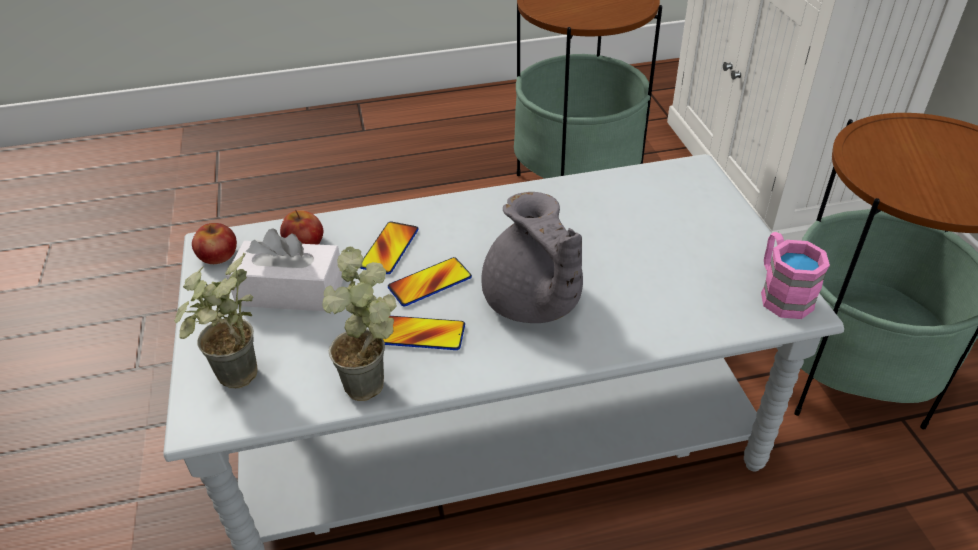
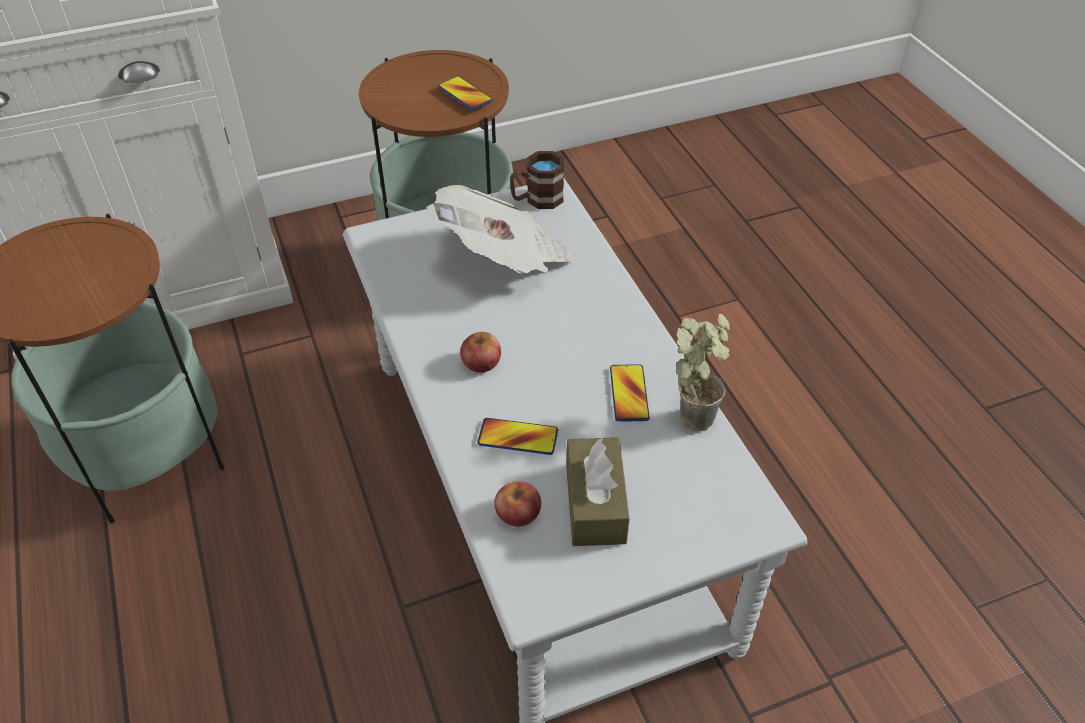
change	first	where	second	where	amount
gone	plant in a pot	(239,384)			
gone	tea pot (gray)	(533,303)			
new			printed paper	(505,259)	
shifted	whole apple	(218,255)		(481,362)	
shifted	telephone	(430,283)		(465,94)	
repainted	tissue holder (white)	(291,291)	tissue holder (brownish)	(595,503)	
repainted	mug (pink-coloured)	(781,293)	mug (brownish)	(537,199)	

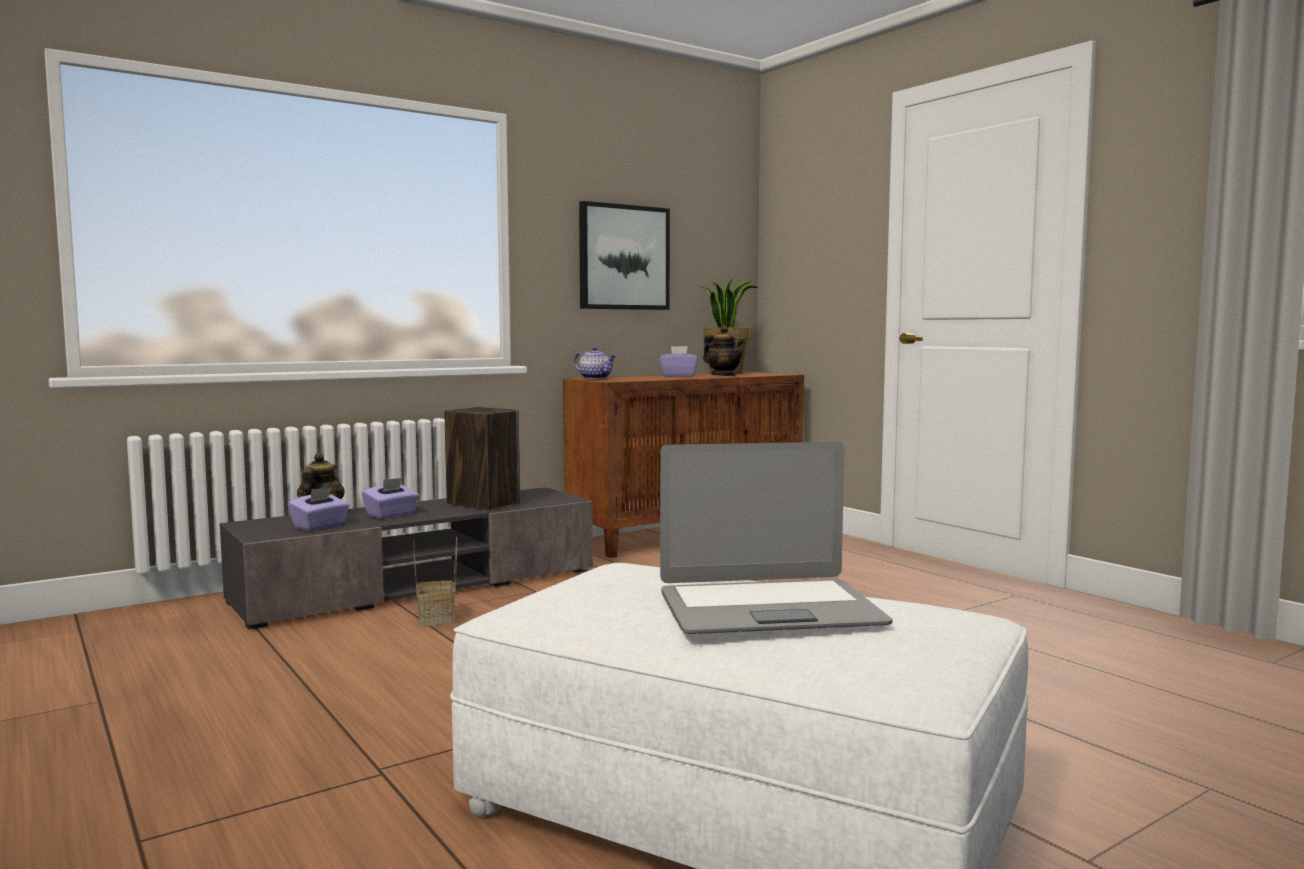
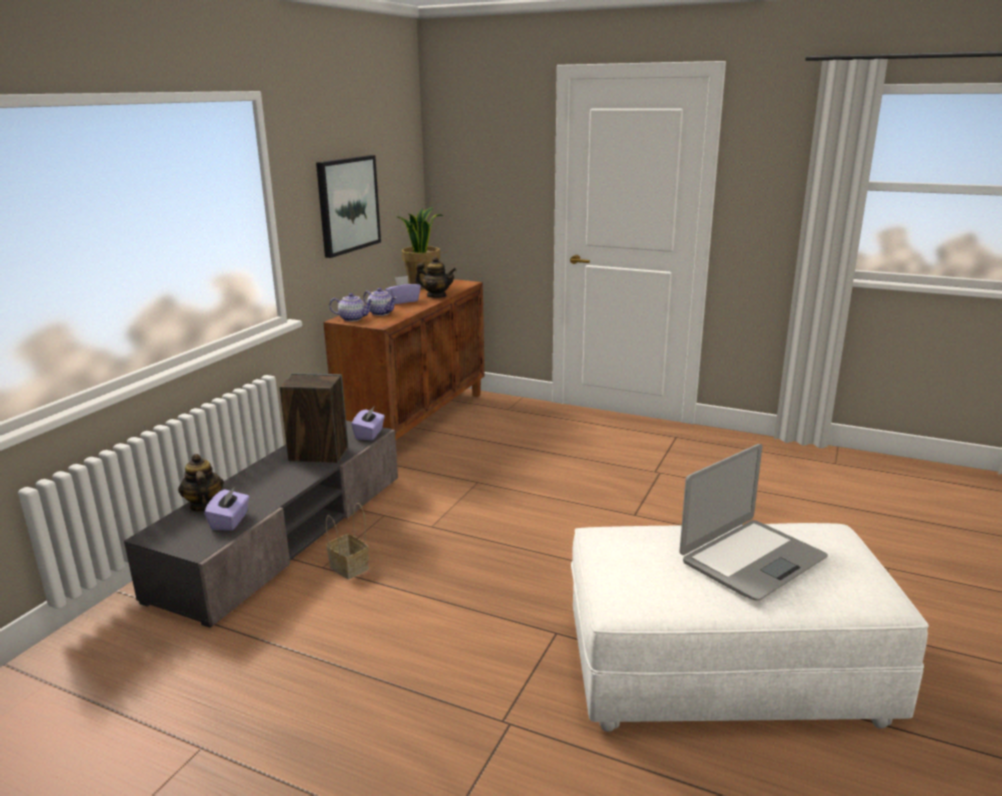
change	first	where	second	where	amount
new			tea pot	(381,313)	
shifted	tissue holder (purplish)	(391,515)		(369,434)	

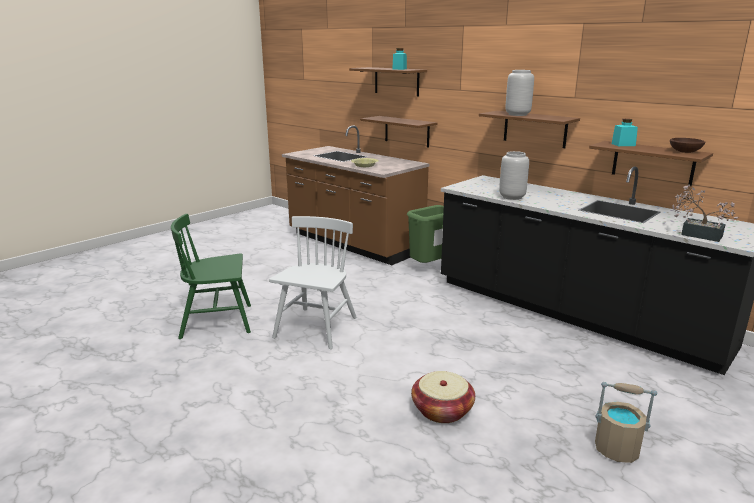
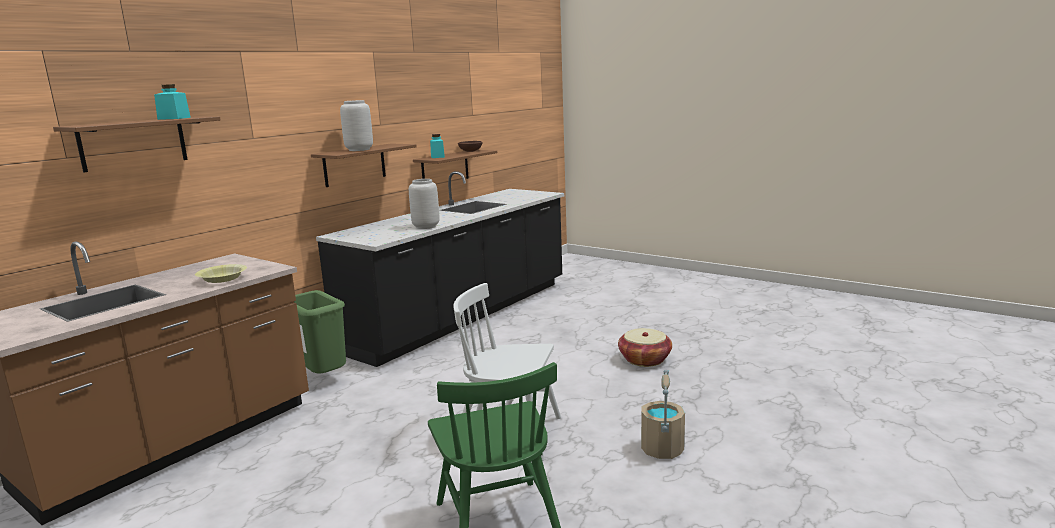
change	first	where	second	where	amount
gone	shelf (brownish)	(407,131)			
gone	plant in a pot	(696,234)			
shifted	bucket (beige-coloured)	(616,449)		(662,449)	

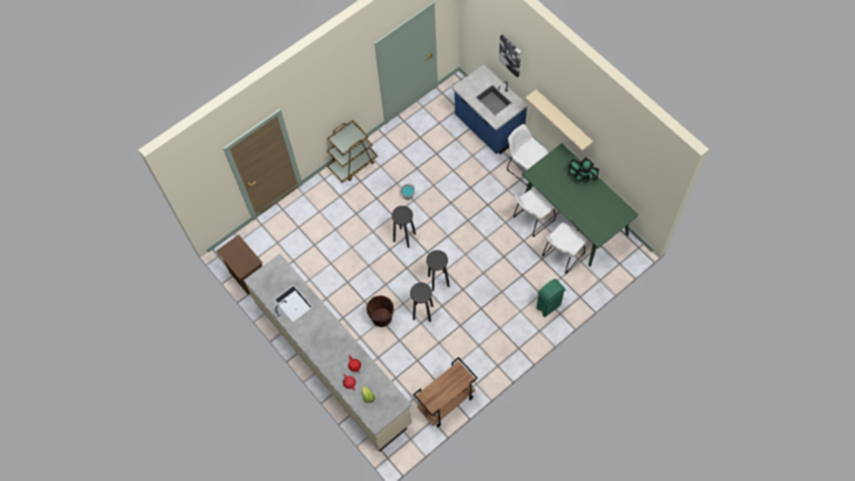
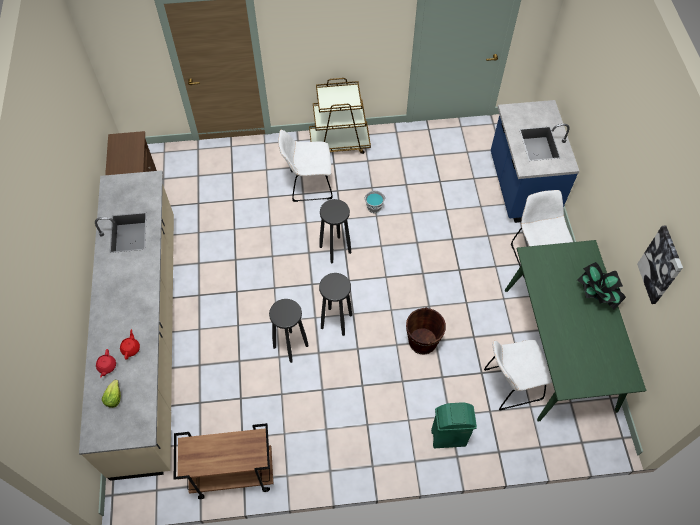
change	first	where	second	where	amount
gone	shelf (beige-coloured)	(563,119)			
shifted	bucket (brownish)	(381,318)		(422,341)	
shifted	picture	(510,55)		(661,265)	
shifted	plain chair (white)	(532,220)		(308,185)	

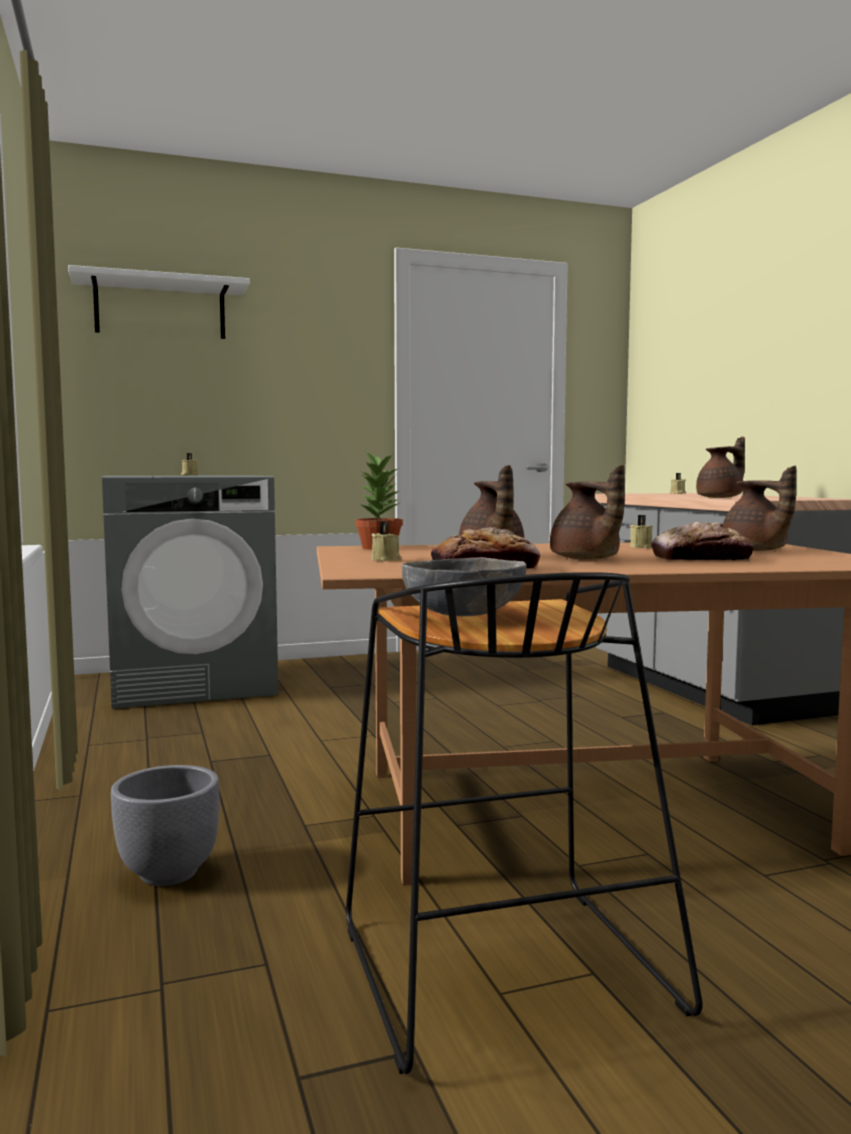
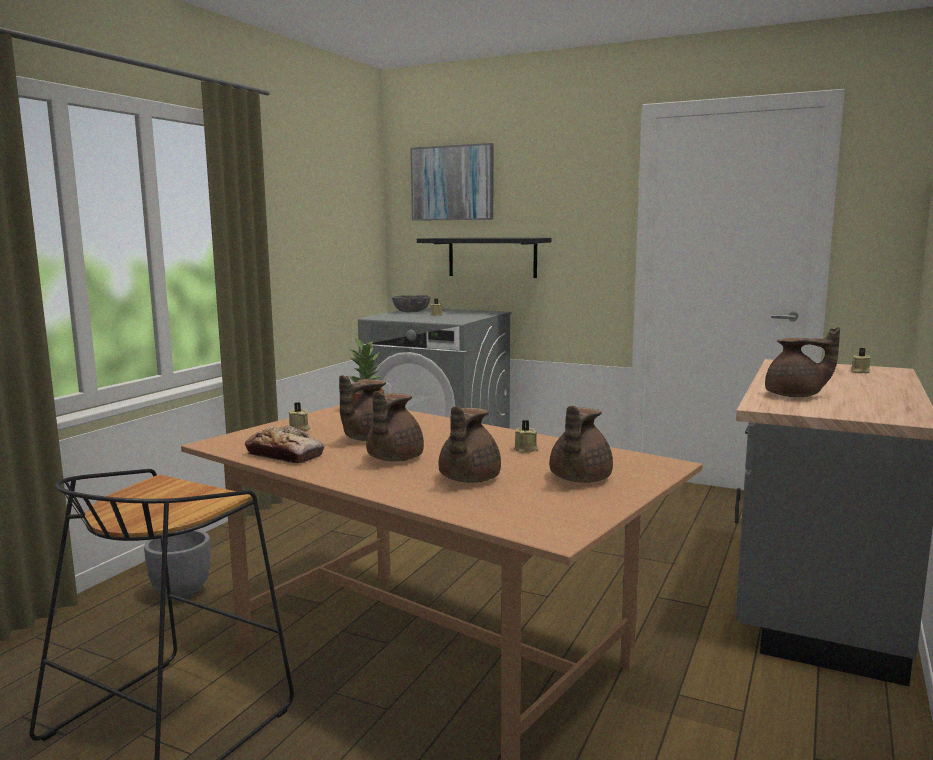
change	first	where	second	where	amount
new			shelf (black)	(492,257)	
shifted	serving bowl (gray)	(464,613)		(411,312)	
swapped	shelf (white)	(160,310)	picture	(452,183)	
swapped	baked bread	(701,558)	tea pot (brownish)	(467,479)	

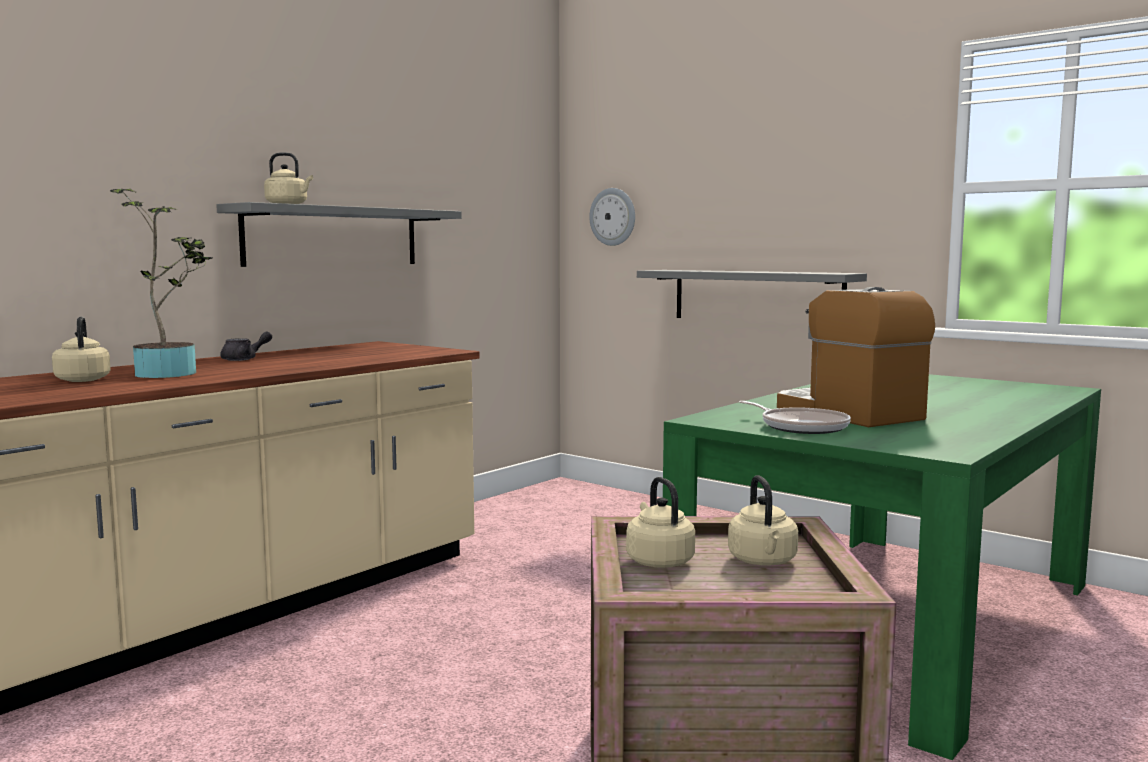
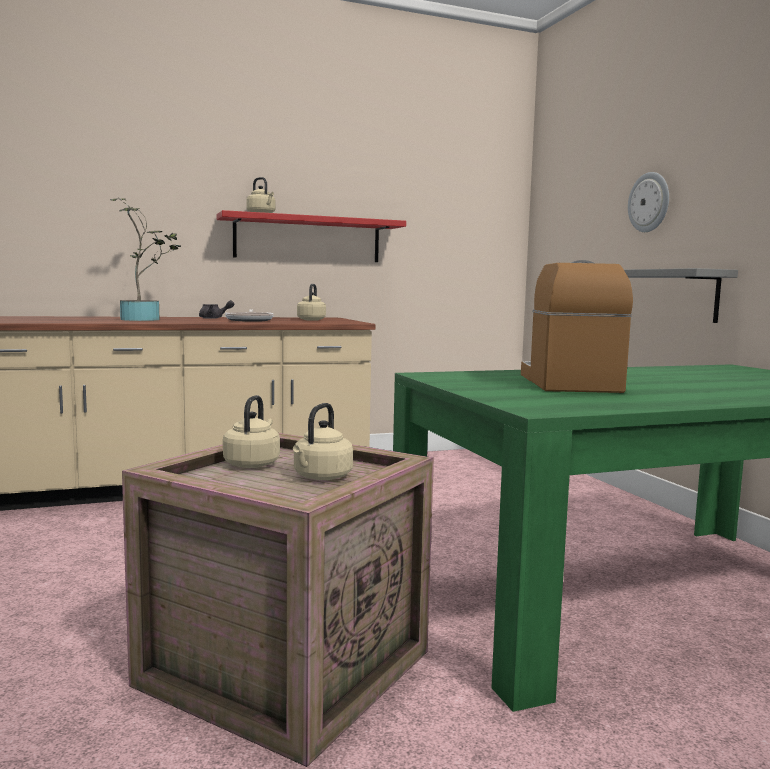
change	first	where	second	where	amount
shifted	tea kettle (beige-coloured)	(83,379)		(312,320)	
shifted	hanging clock	(613,217)		(649,202)	
shifted	skillet	(801,427)		(250,320)	
repainted	shelf (gray)	(333,236)	shelf (red)	(308,239)	

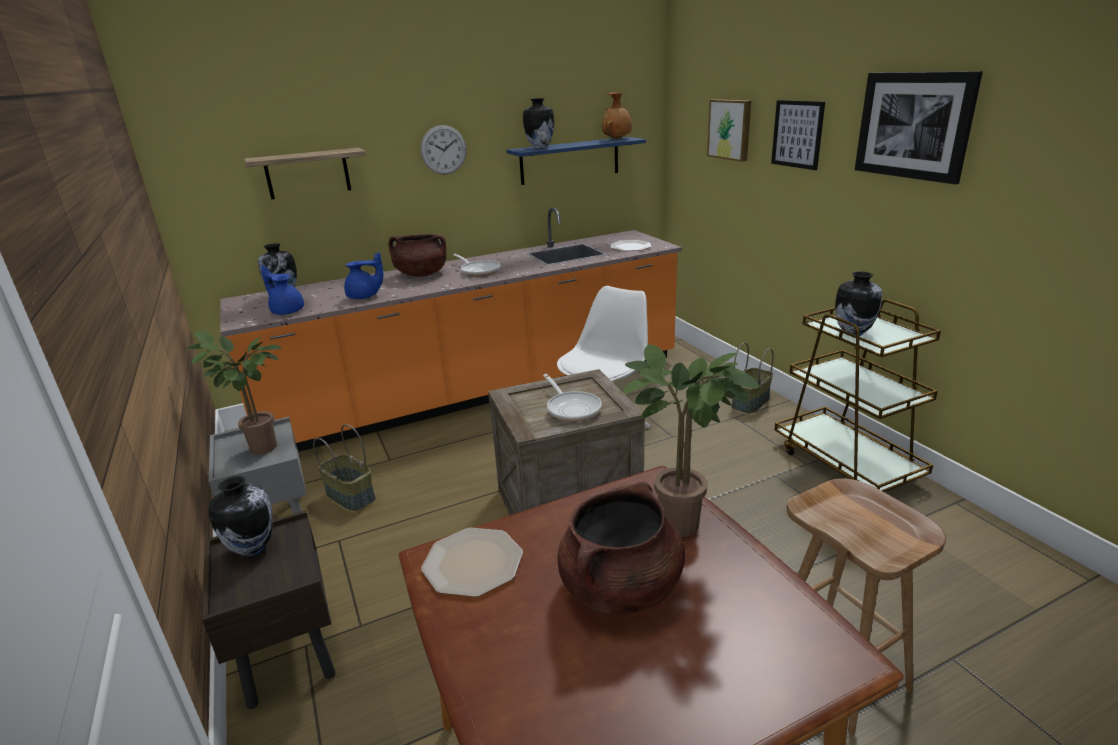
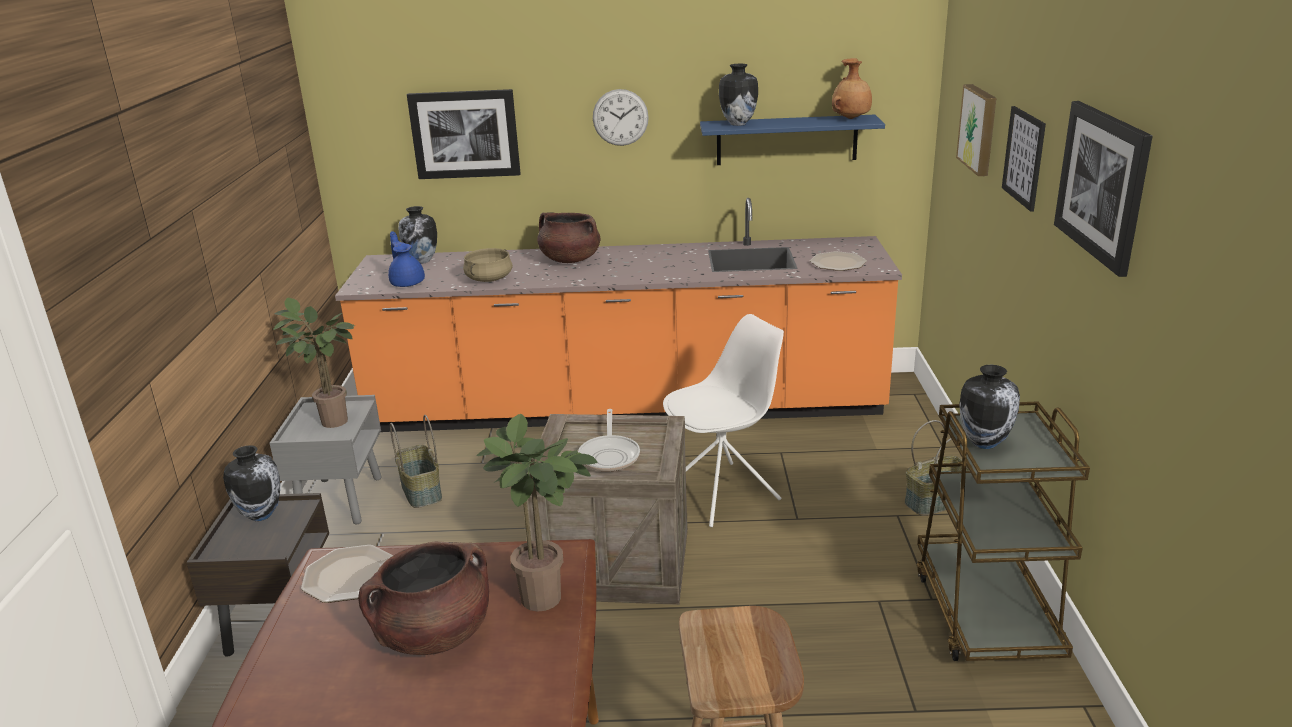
change	first	where	second	where	amount
gone	skillet	(479,271)			
swapped	shelf	(307,173)	picture	(465,134)	
swapped	tea pot (blue)	(364,296)	saucepot (beige-coloured)	(489,279)	

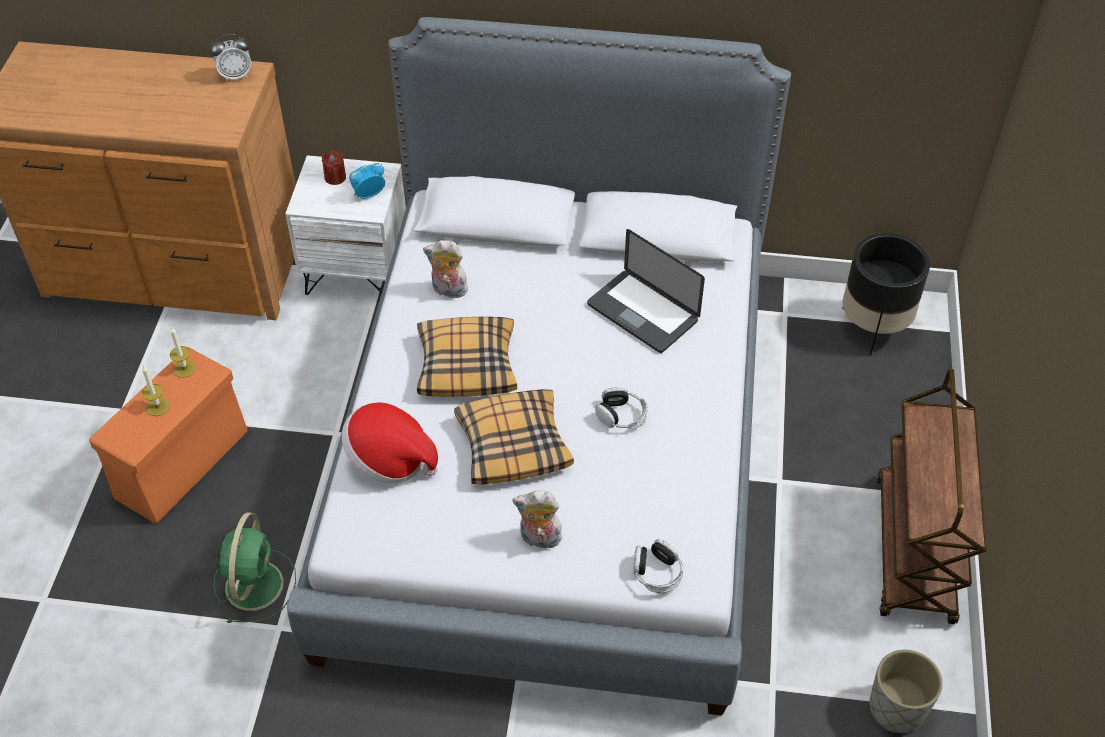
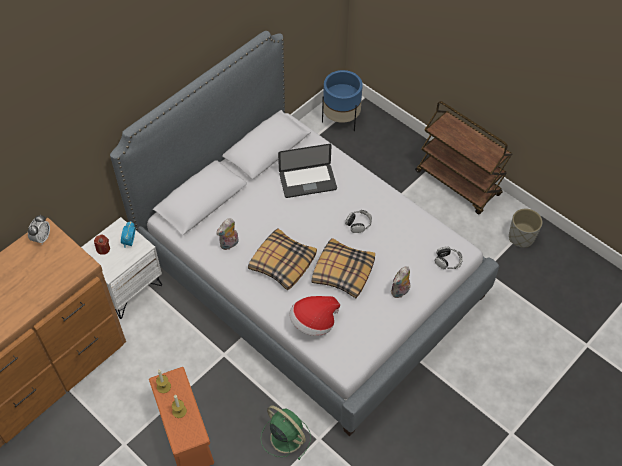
change	first	where	second	where	amount
repainted	planter (black)	(873,327)	planter (blue)	(341,119)	

